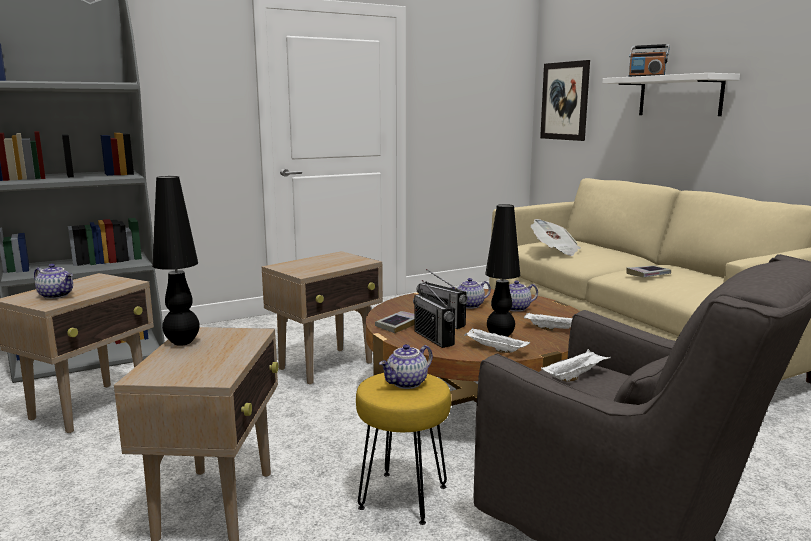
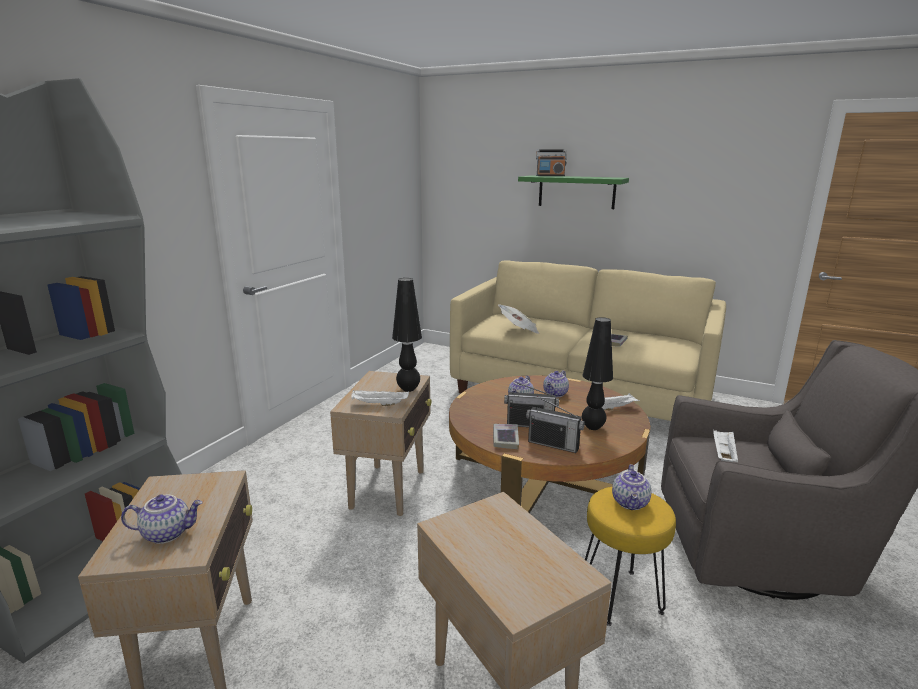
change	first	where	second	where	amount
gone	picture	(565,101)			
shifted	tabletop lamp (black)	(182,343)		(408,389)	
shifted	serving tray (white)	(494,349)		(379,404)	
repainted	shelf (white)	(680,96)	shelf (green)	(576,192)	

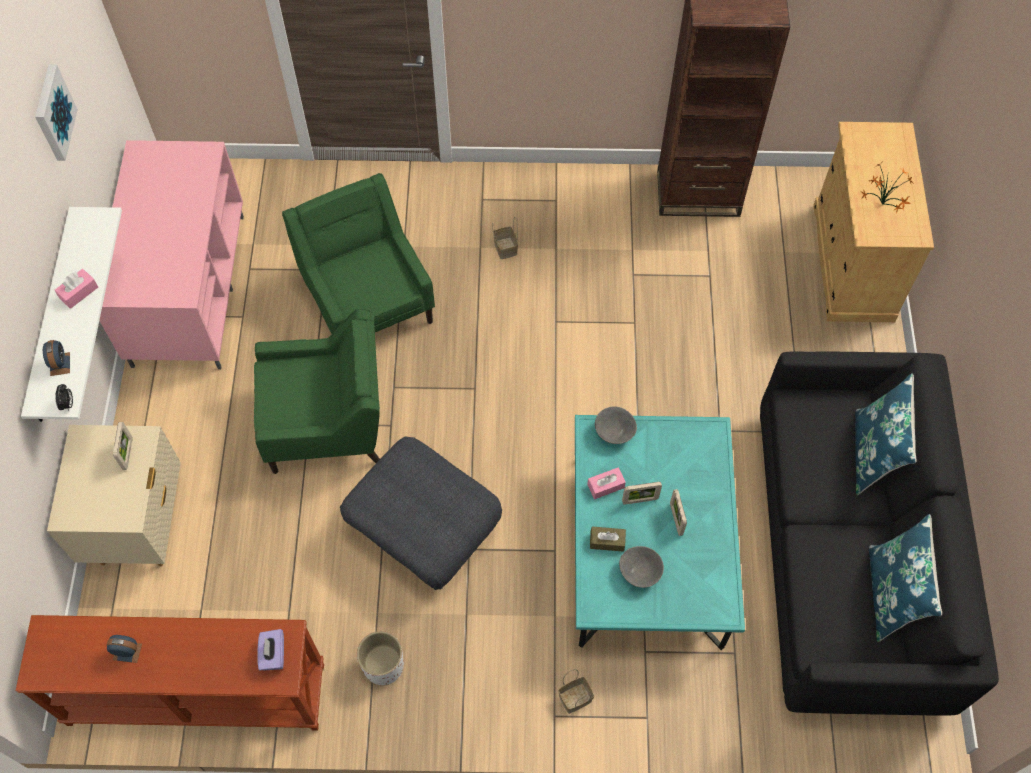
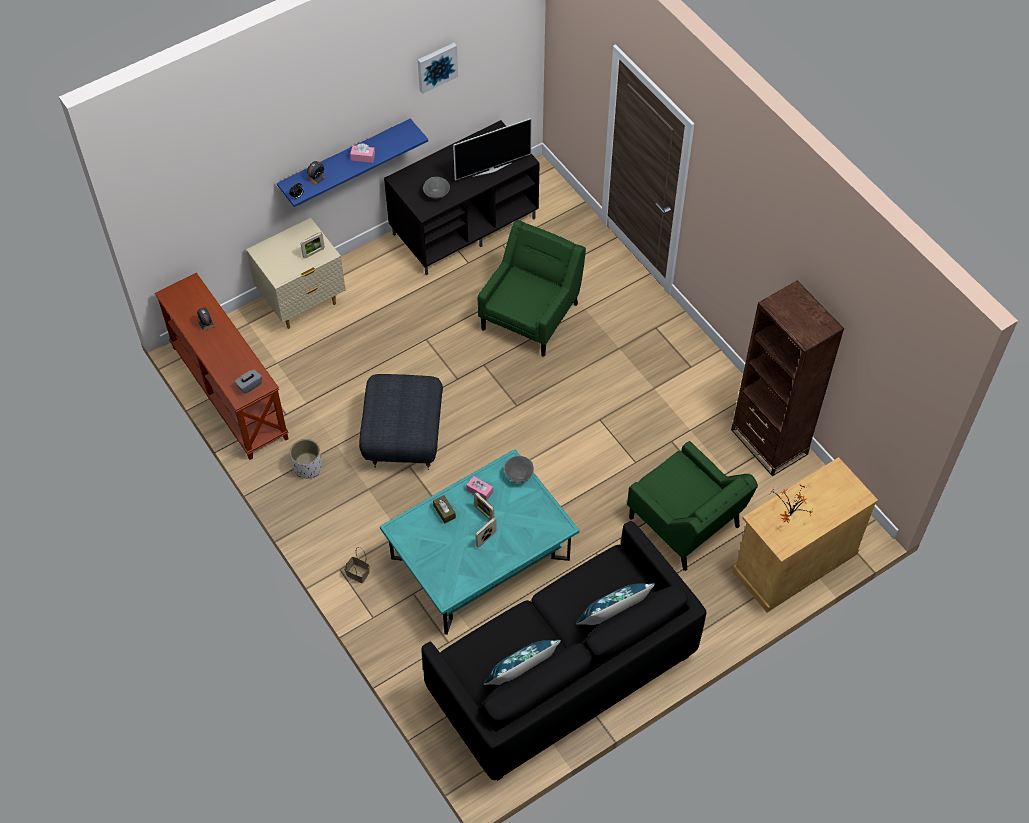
change	first	where	second	where	amount
gone	basket	(504,247)			
new			television	(491,169)	
shifted	armchair (green)	(328,423)		(685,524)	
shifted	serving bowl (gray)	(639,572)		(437,194)	
repainted	shelf (white)	(53,318)	shelf (blue)	(345,159)	
repainted	tv unit (pink-coloured)	(188,288)	tv unit (black)	(464,225)	
repainted	tissue holder (purplish)	(273,654)	tissue holder (gray)	(249,385)	

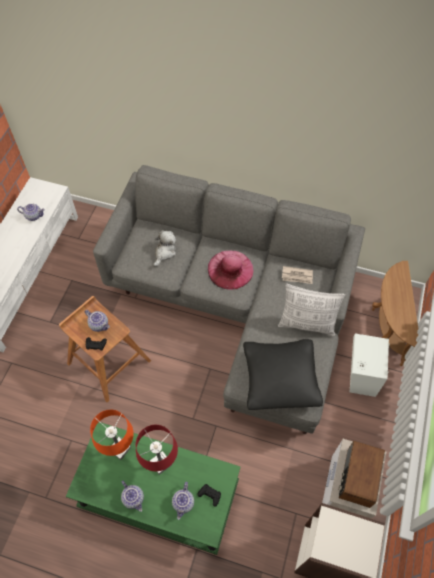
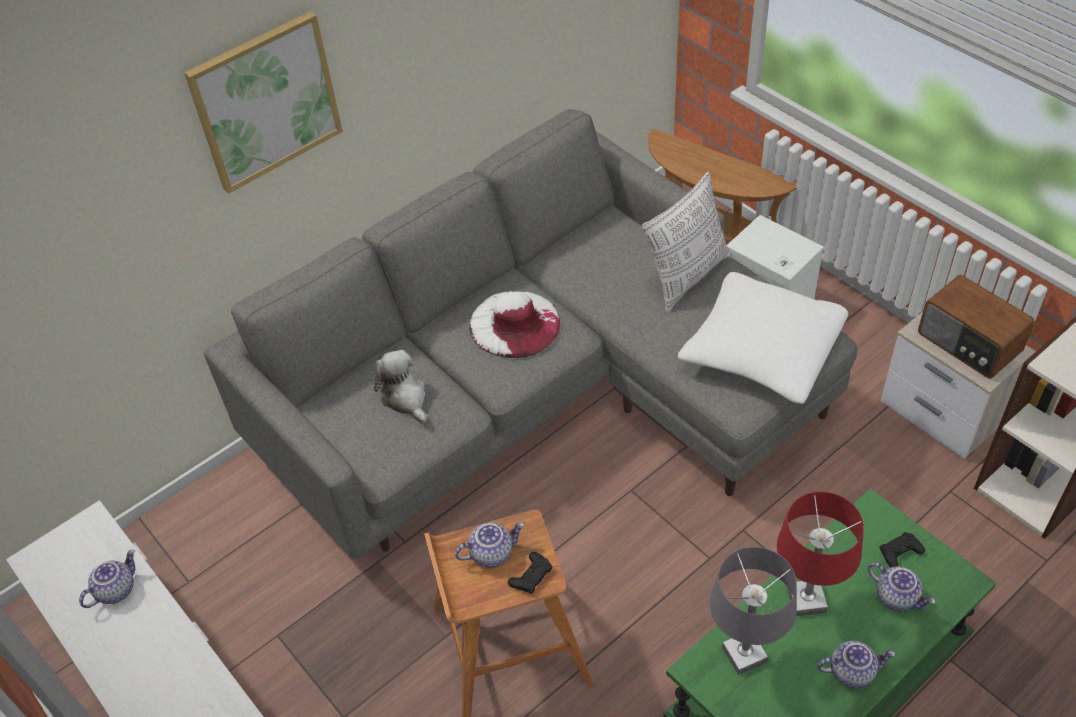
change	first	where	second	where	amount
gone	printed paper	(297,276)			
new			picture	(265,101)	
repainted	tabletop lamp (orangey)	(120,449)	tabletop lamp (gray)	(744,654)	
repainted	hat (pink-coloured)	(230,269)	hat (white)	(514,323)	
repainted	throw pillow (black)	(280,378)	throw pillow (white)	(762,351)	

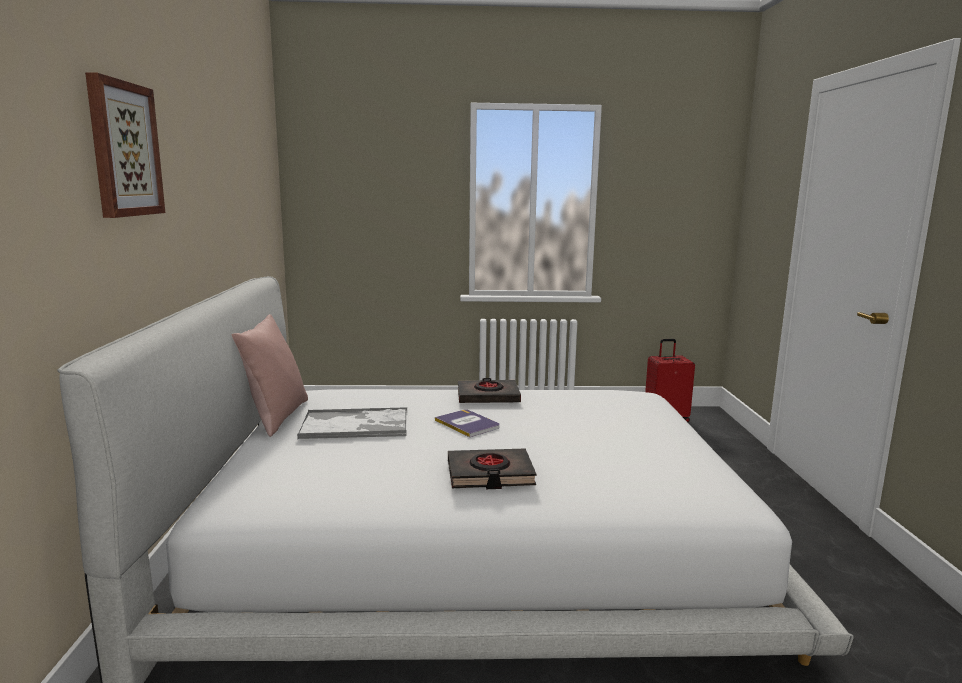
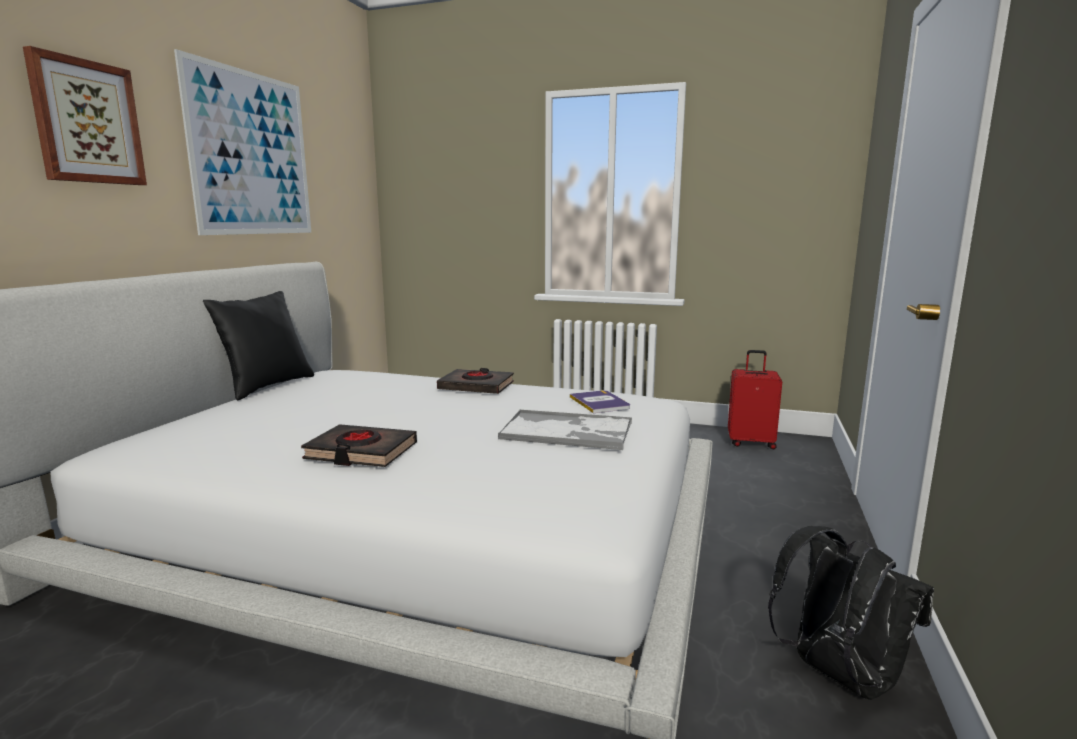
change	first	where	second	where	amount
new			picture	(251,154)	
new			knapsack (black)	(837,675)	
shifted	serving tray	(356,425)		(568,431)	
shifted	volume	(467,424)		(599,402)	
repainted	throw pillow (pink-coloured)	(275,417)	throw pillow (black)	(267,386)	

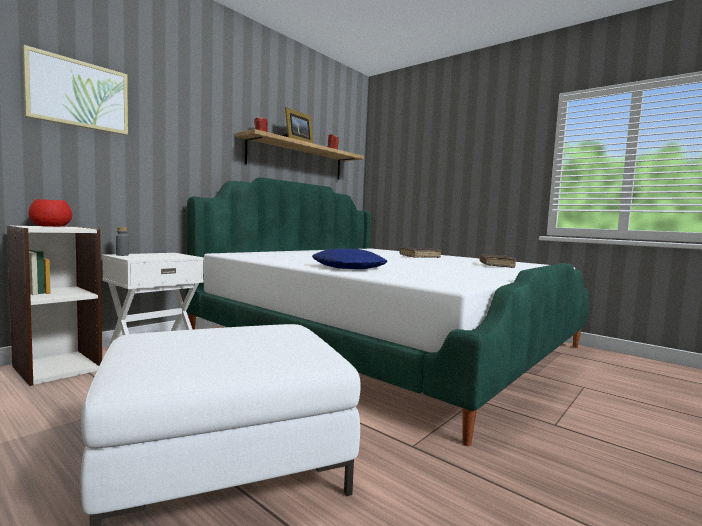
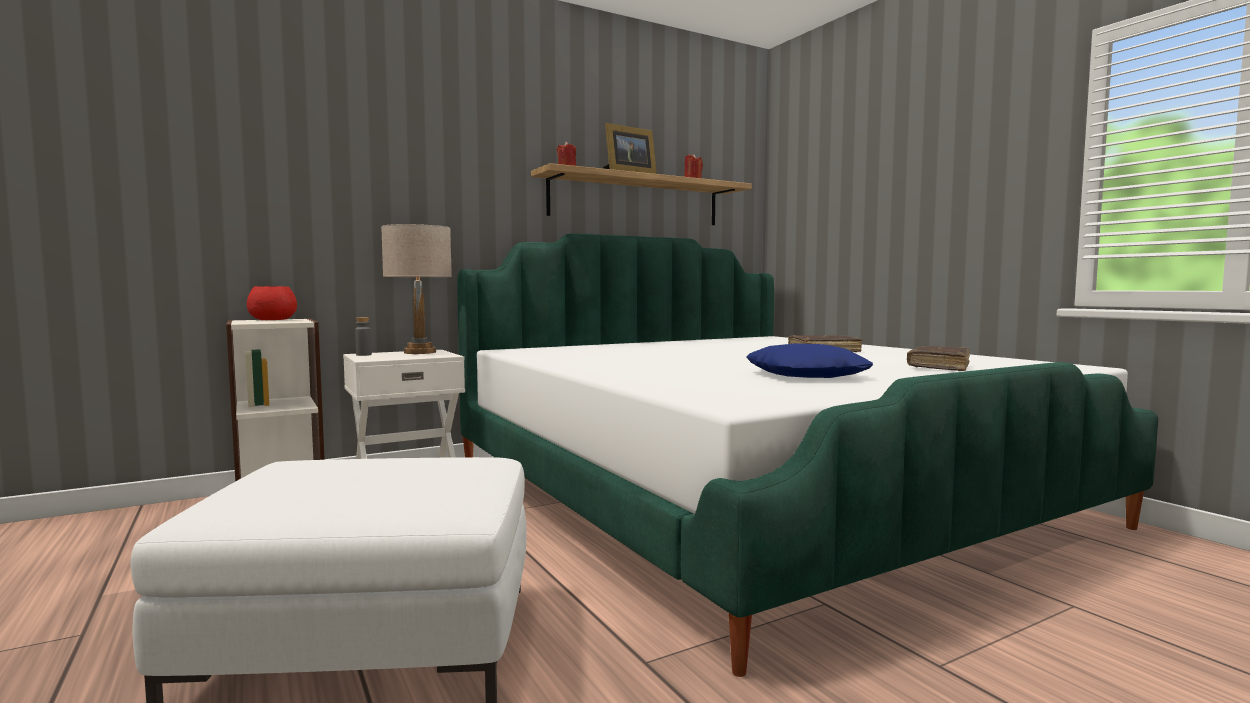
change	first	where	second	where	amount
gone	picture	(78,94)			
new			tabletop lamp (beige-coloured)	(420,352)	
shifted	throw pillow (blue)	(349,267)		(807,375)	

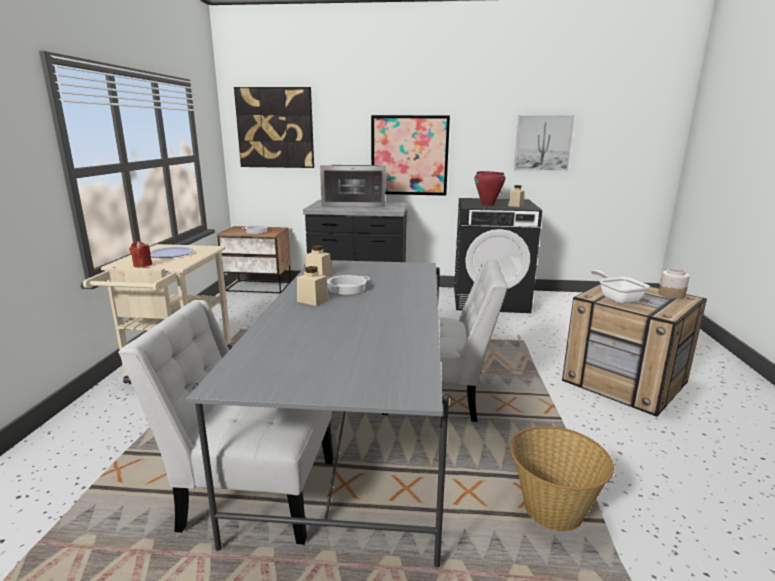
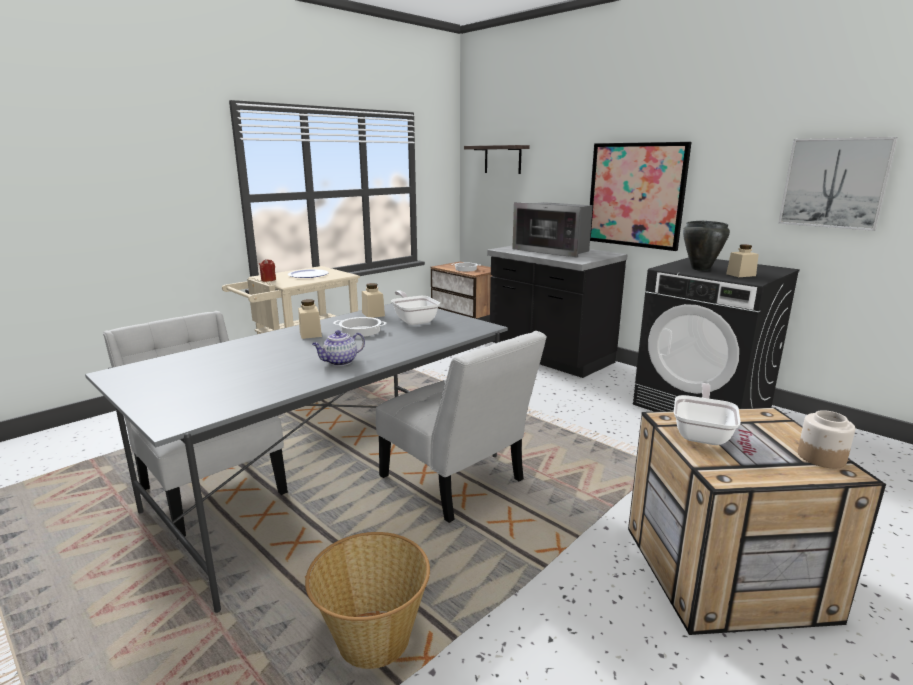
change	first	where	second	where	amount
new			tea pot	(340,362)	
new			skillet	(414,320)	
swapped	picture	(275,128)	shelf	(502,159)	
repainted	saucepot (red)	(487,204)	saucepot (black)	(700,269)	

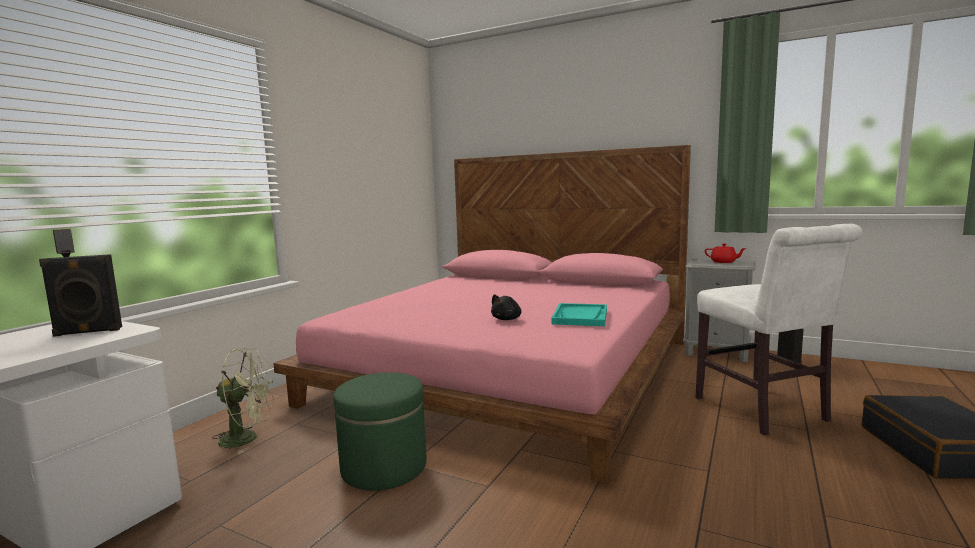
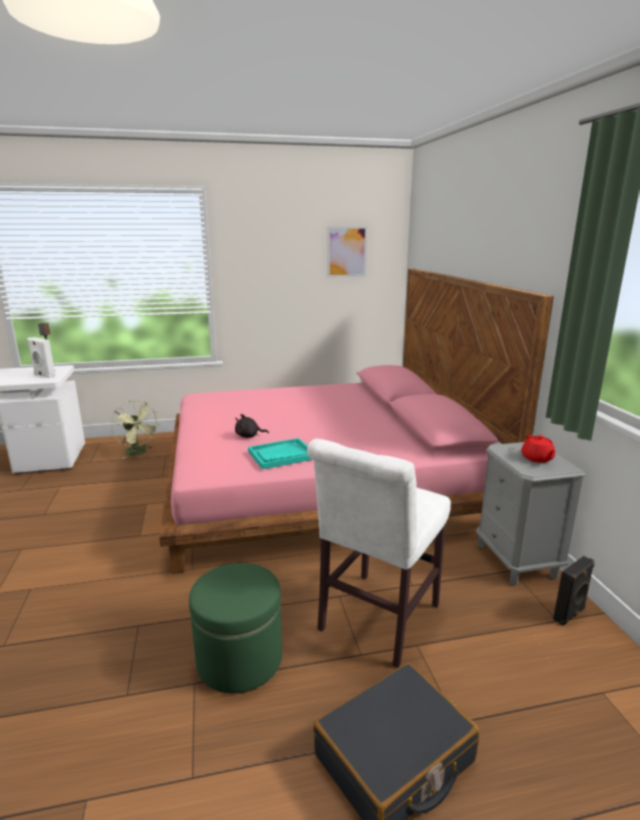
change	first	where	second	where	amount
new			picture	(346,252)	
shifted	footrest (green)	(384,467)		(239,659)	
repainted	speaker (black)	(87,332)	speaker (white)	(44,375)	

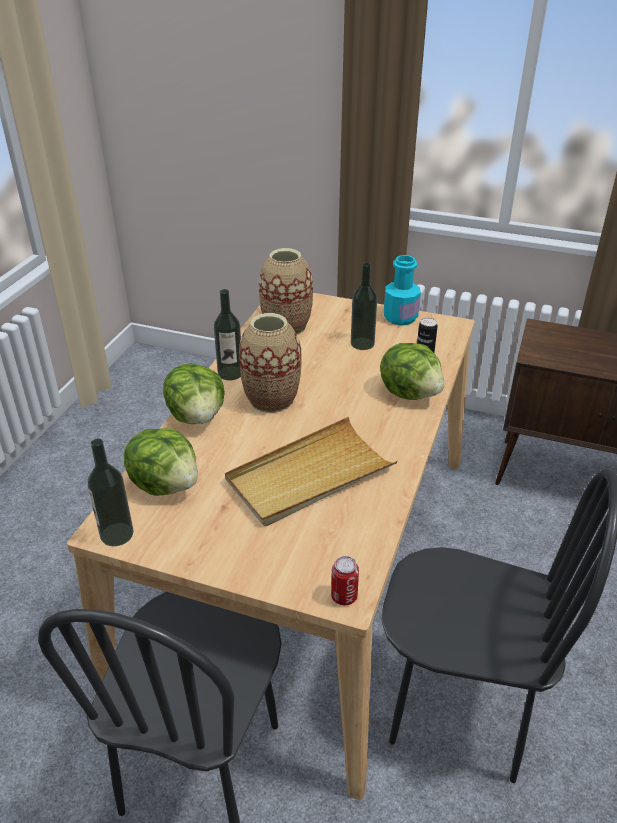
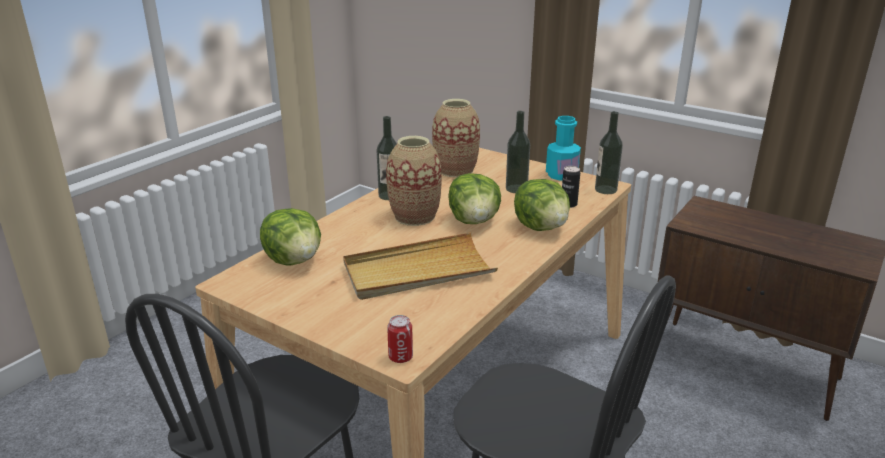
change	first	where	second	where	amount
shifted	beverage bottle	(117,534)		(605,189)	
shifted	head of lettuce	(197,416)		(474,221)	

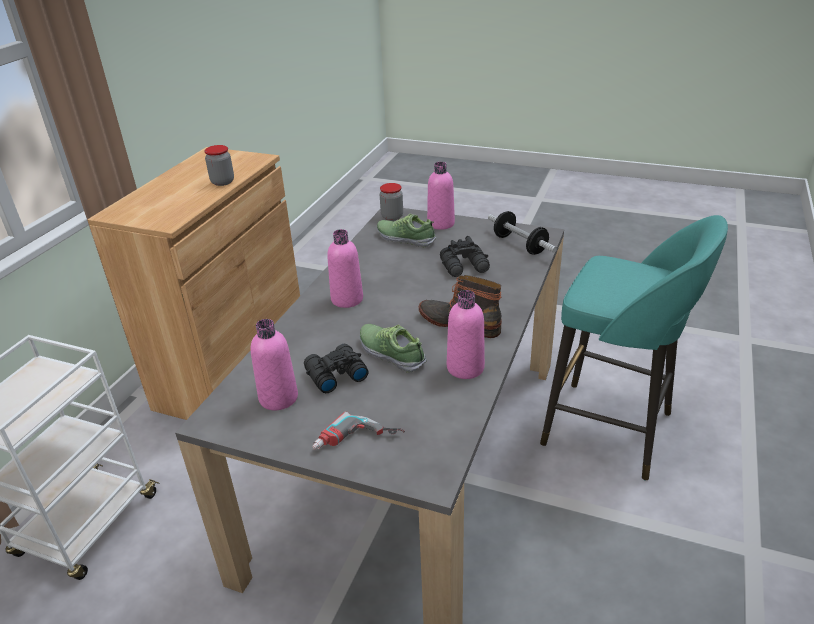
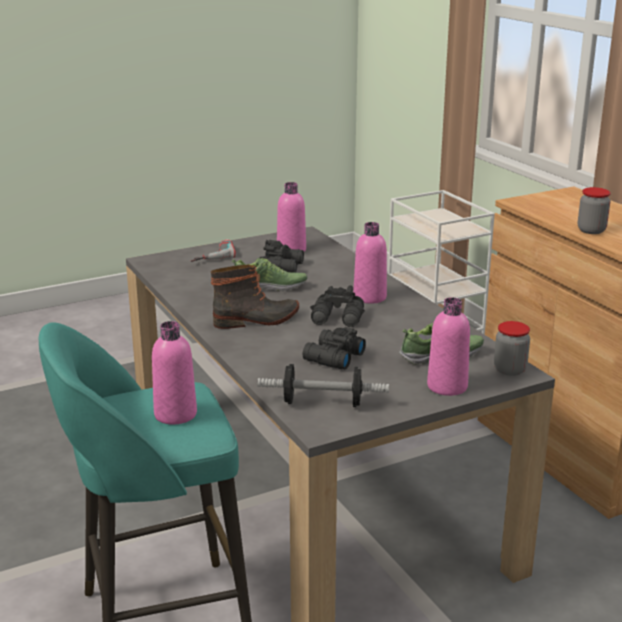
change	first	where	second	where	amount
new			field glasses (black)	(338,319)	
shifted	beverage bottle (pink-coloured)	(465,368)		(175,414)	

